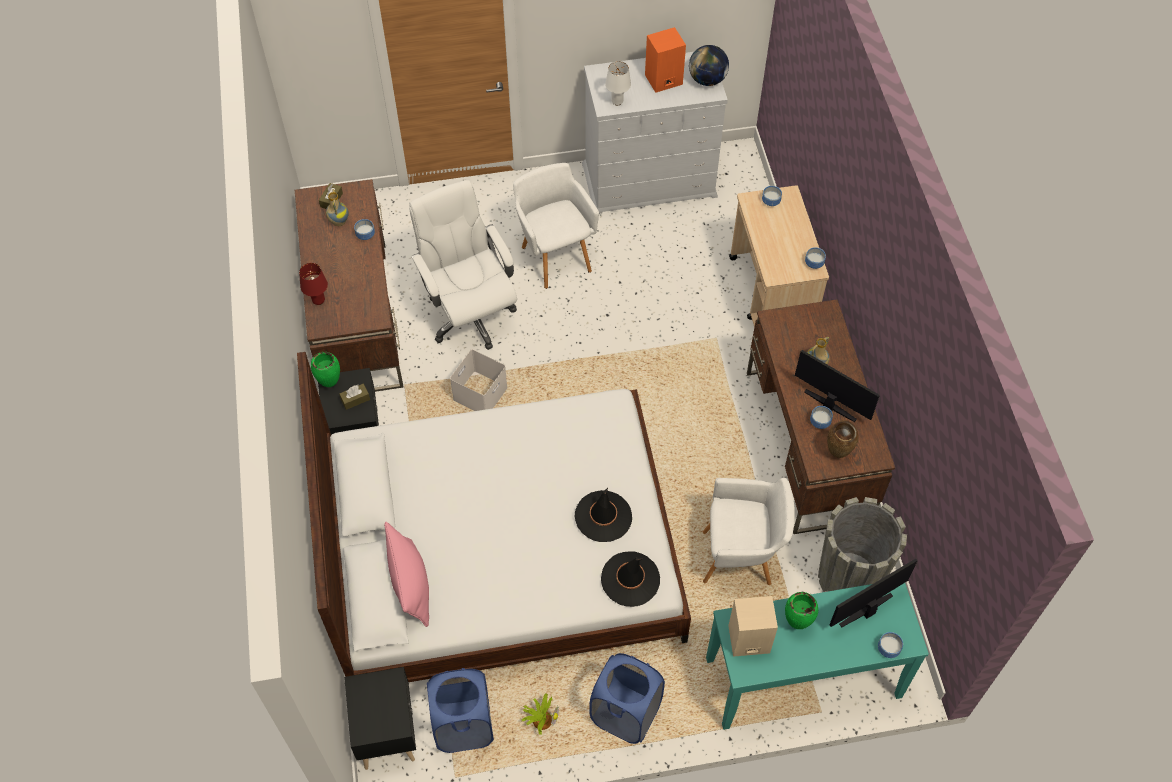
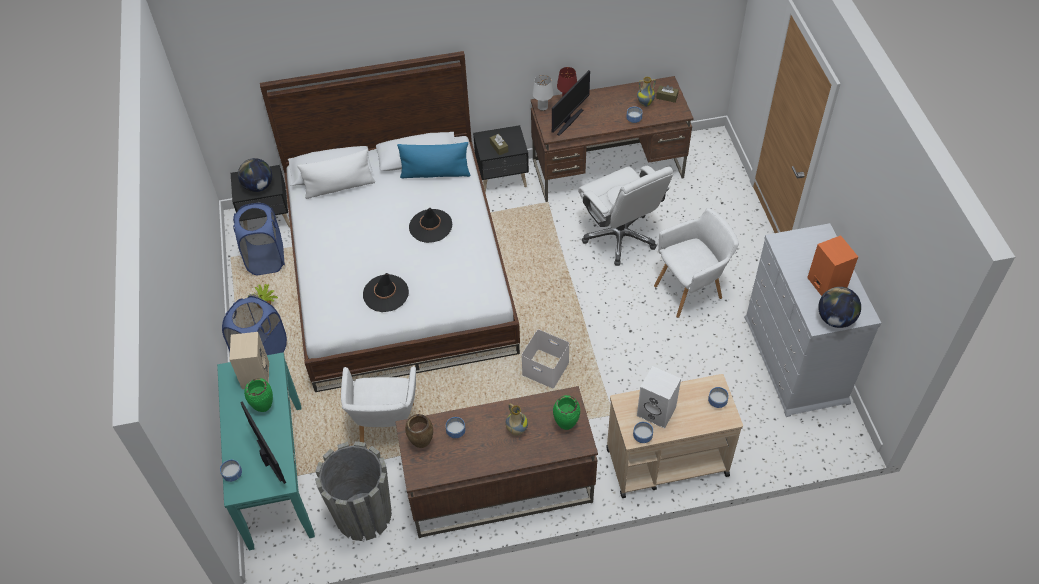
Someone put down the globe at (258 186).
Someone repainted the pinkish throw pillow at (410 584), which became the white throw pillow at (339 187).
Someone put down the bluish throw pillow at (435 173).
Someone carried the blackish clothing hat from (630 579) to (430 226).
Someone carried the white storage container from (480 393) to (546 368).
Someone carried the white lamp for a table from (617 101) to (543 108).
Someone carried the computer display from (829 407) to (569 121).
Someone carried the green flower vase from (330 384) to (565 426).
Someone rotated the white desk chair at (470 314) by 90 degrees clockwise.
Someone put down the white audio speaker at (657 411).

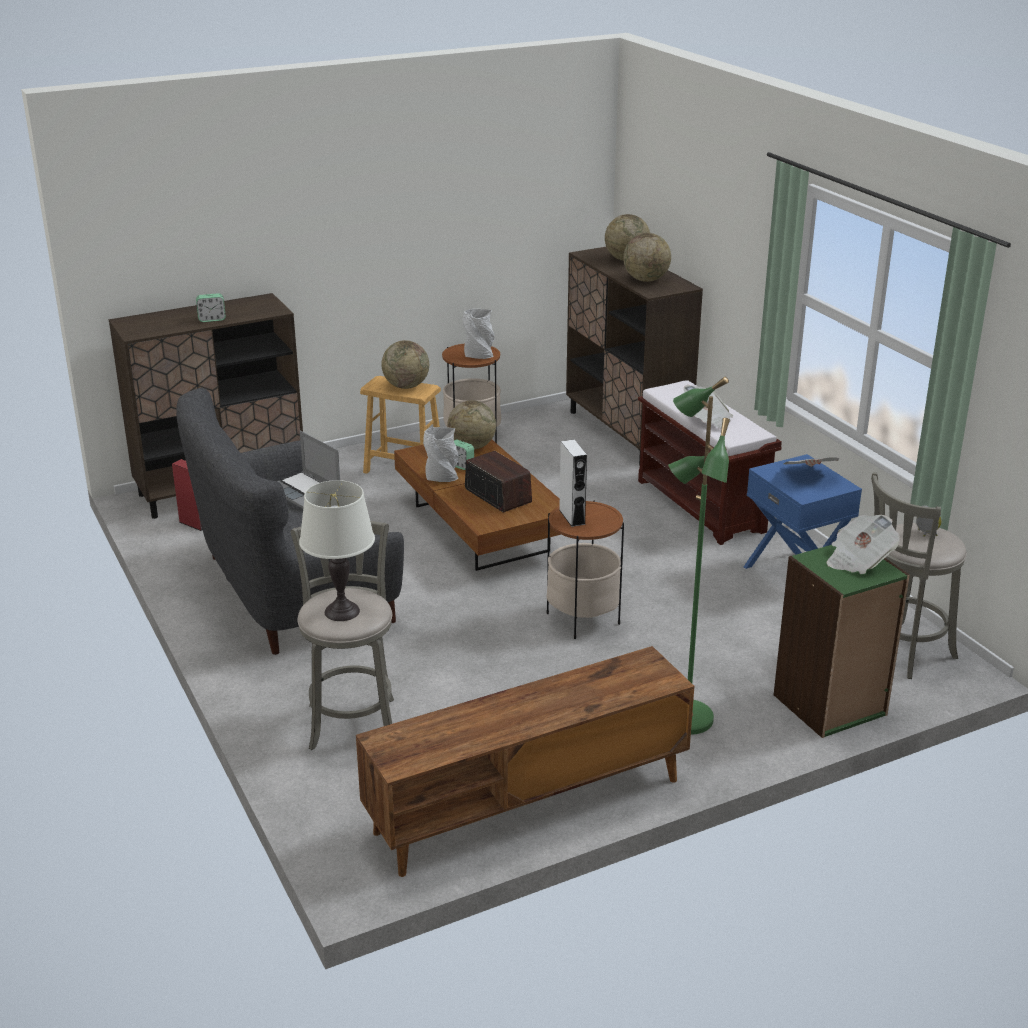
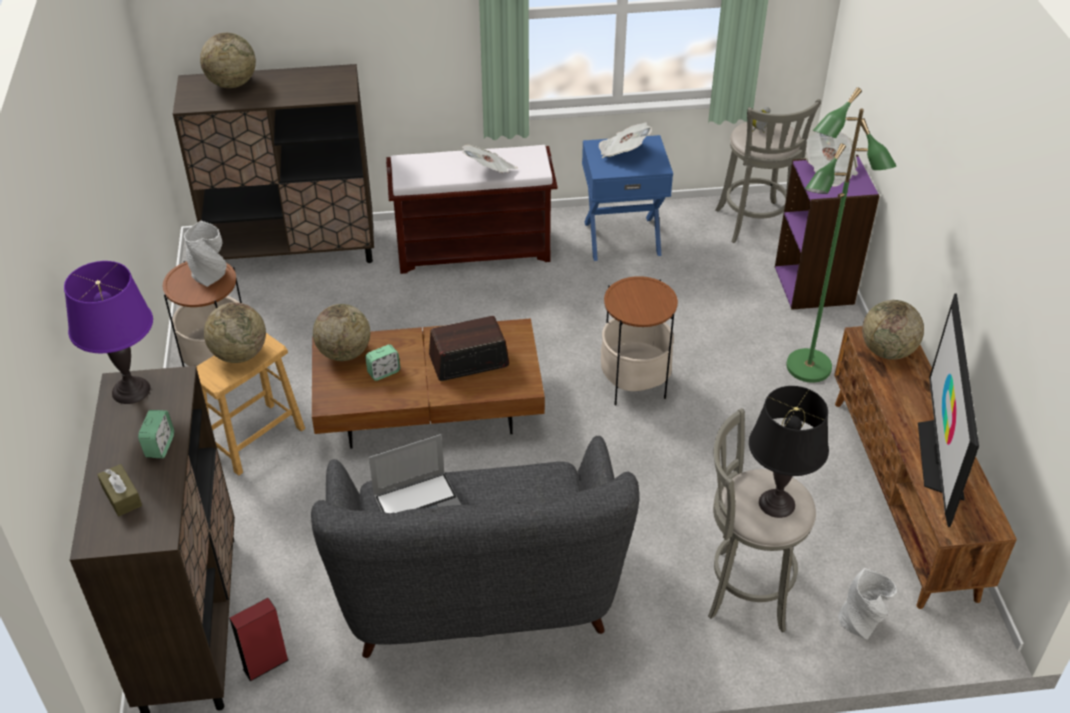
Someone put down the purplish lamp for a table at (131 391).
Someone put down the brownish tissue box at (121 496).
Someone repainted the white lamp for a table at (342 611), which became the blackish lamp for a table at (776 503).
Someone repainted the green bookshelf at (830 705), which became the purplish bookshelf at (815 285).
Someone carried the gray flower vase from (442 477) to (861 622).
Someone carried the globe from (646 280) to (887 351).
Someone put down the television at (939 456).
Someone took away the white audio speaker at (572 517).

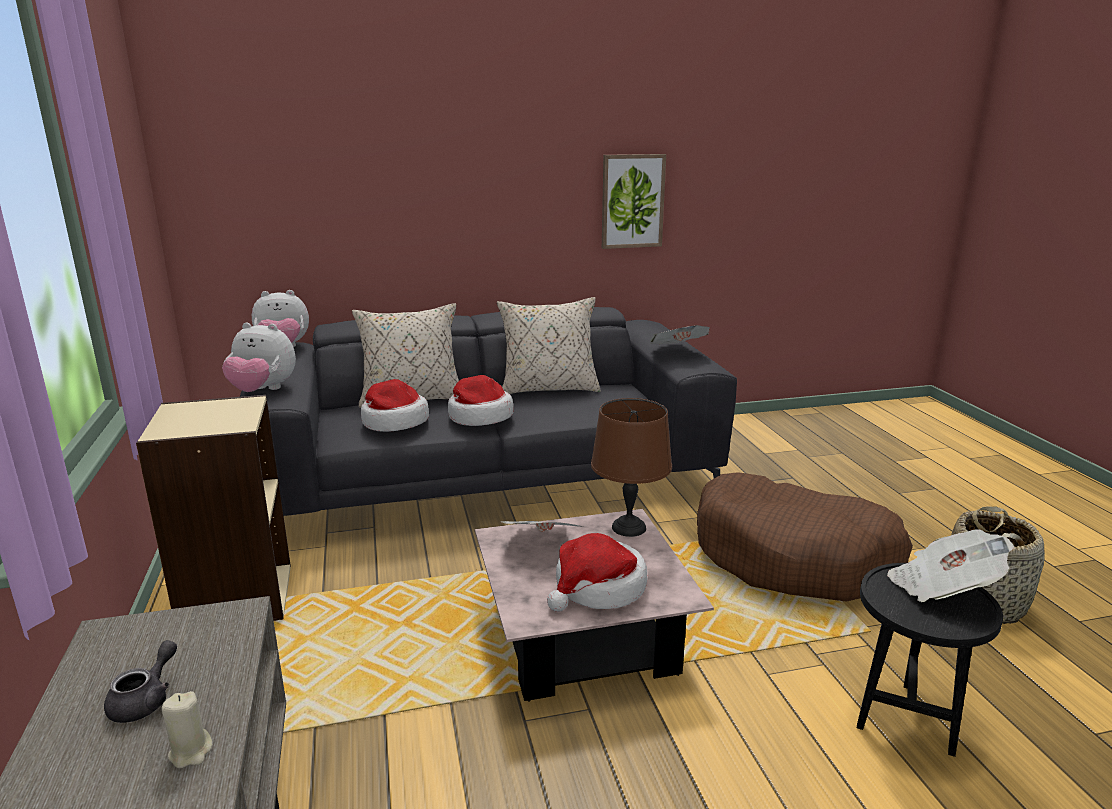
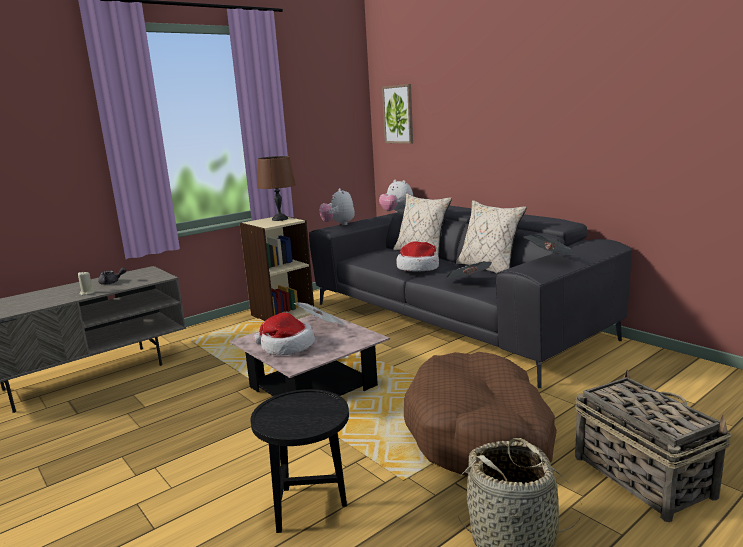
Someone carried the brownish lamp for a table from (629 528) to (279 219).
Someone carried the picture from (632 201) to (398 114).
Someone carried the printed paper from (943 588) to (468 282).
Someone put down the basket at (641 475).
Someone took away the clothing hat at (394 422).

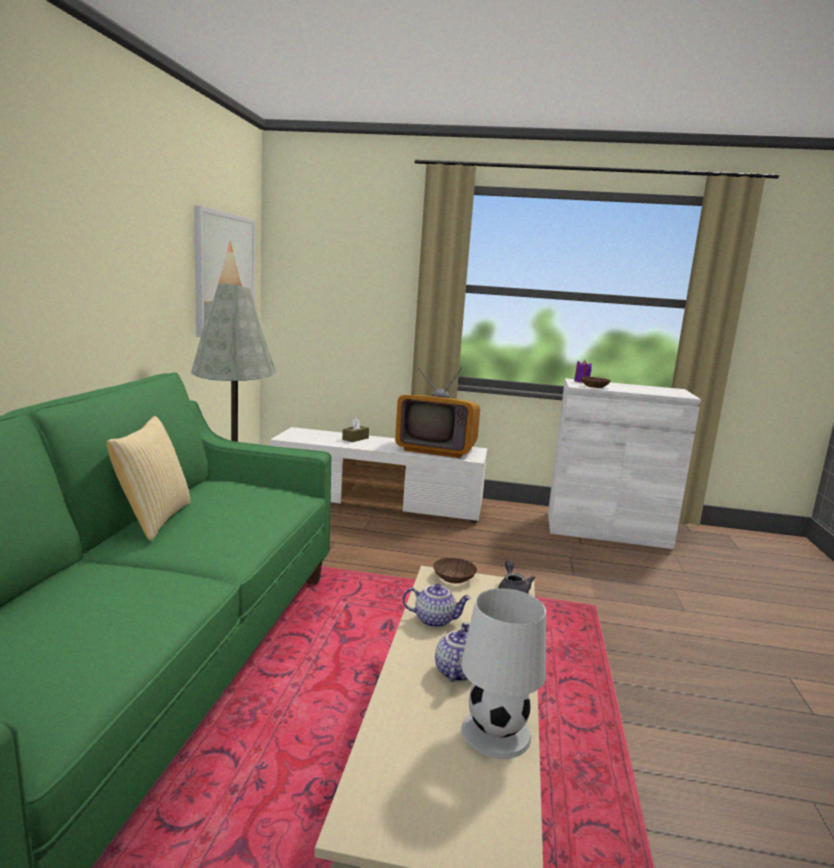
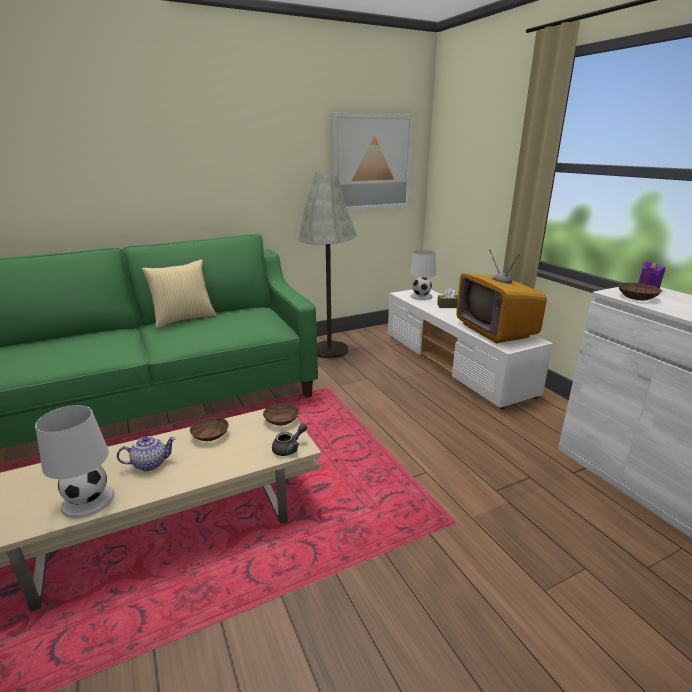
Someone swapped the pot for tea at (435 620) for the brownish deep dish at (211 434).
Someone put down the white lamp for a table at (421 296).

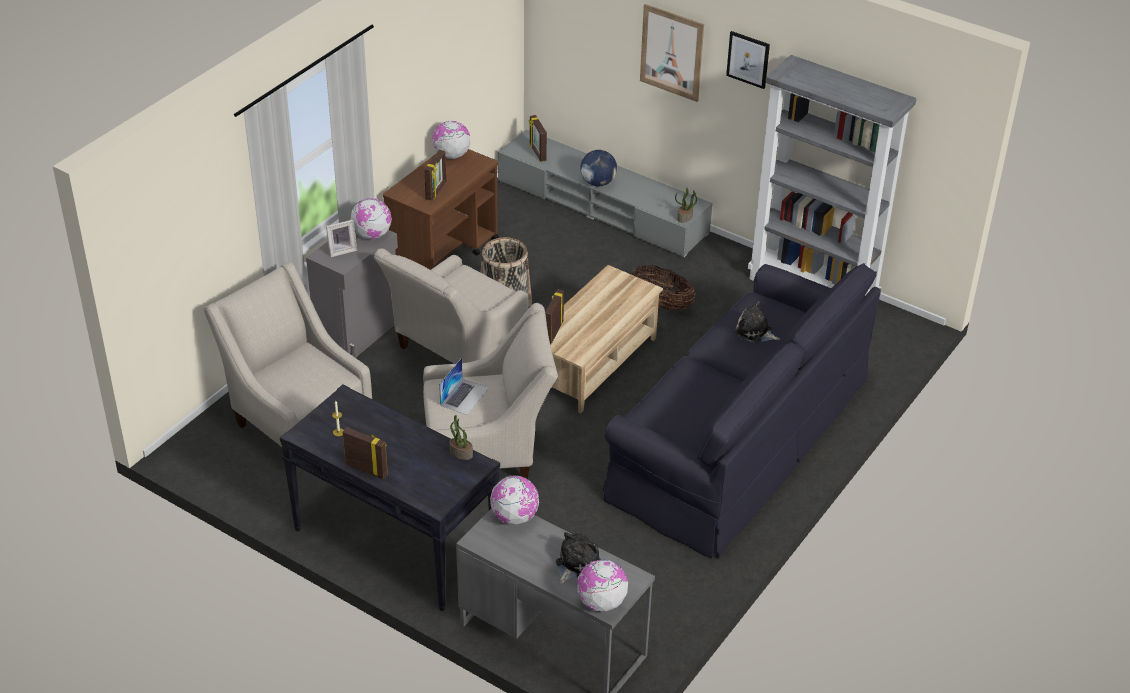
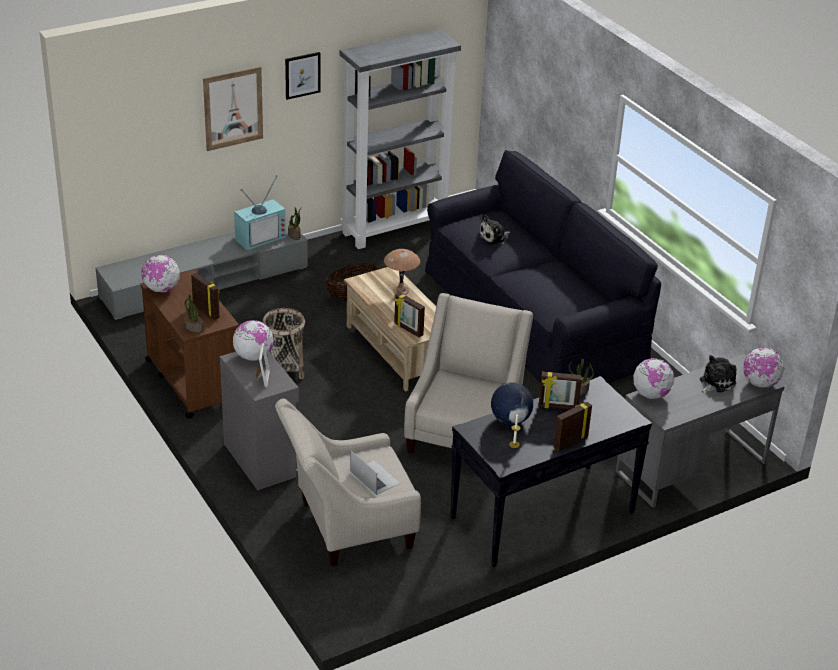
Someone put down the potted plant at (193 328).
Someone put down the television at (259 237).
Someone carried the laptop from (464 396) to (374 477).
Someone put down the brownish lamp for a table at (401 290).
Someone carried the globe from (598 183) to (510 420).
Someone carried the standing frame from (537 152) to (558 407).
Someone rotated the cuddly toy at (575 564) by 75 degrees clockwise.
Someone took away the sand-coloured easy chair at (455 351).

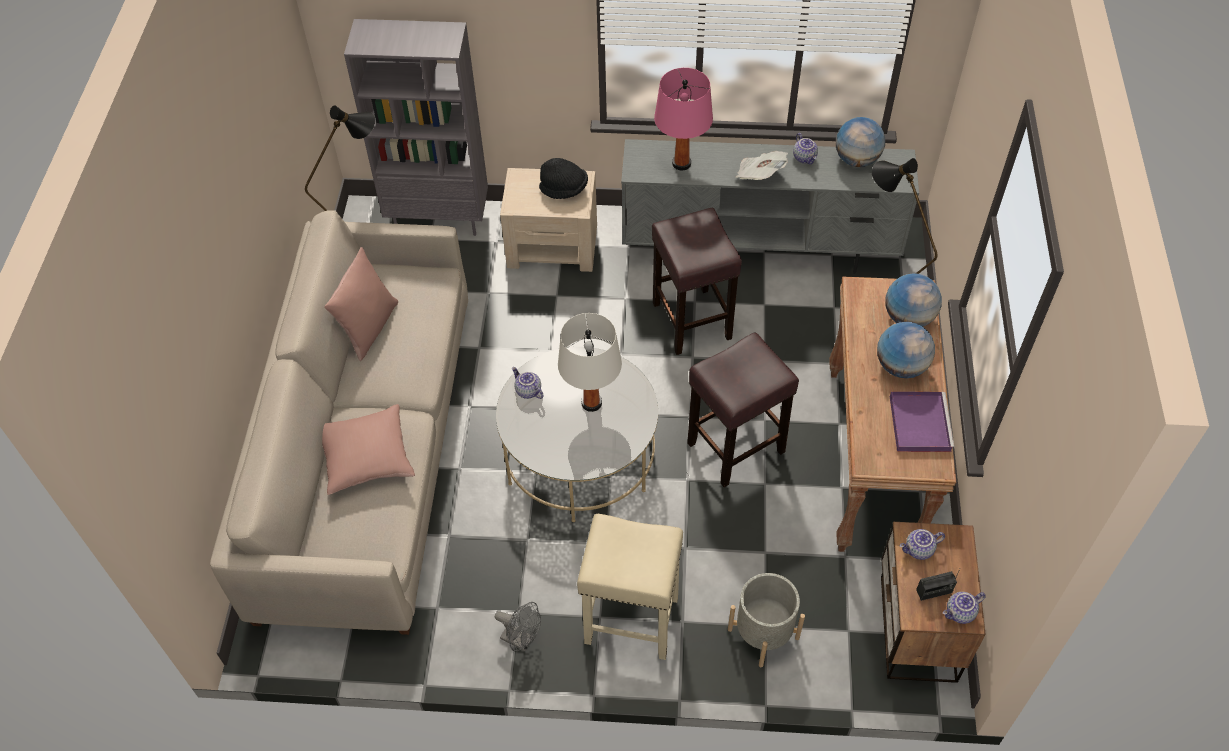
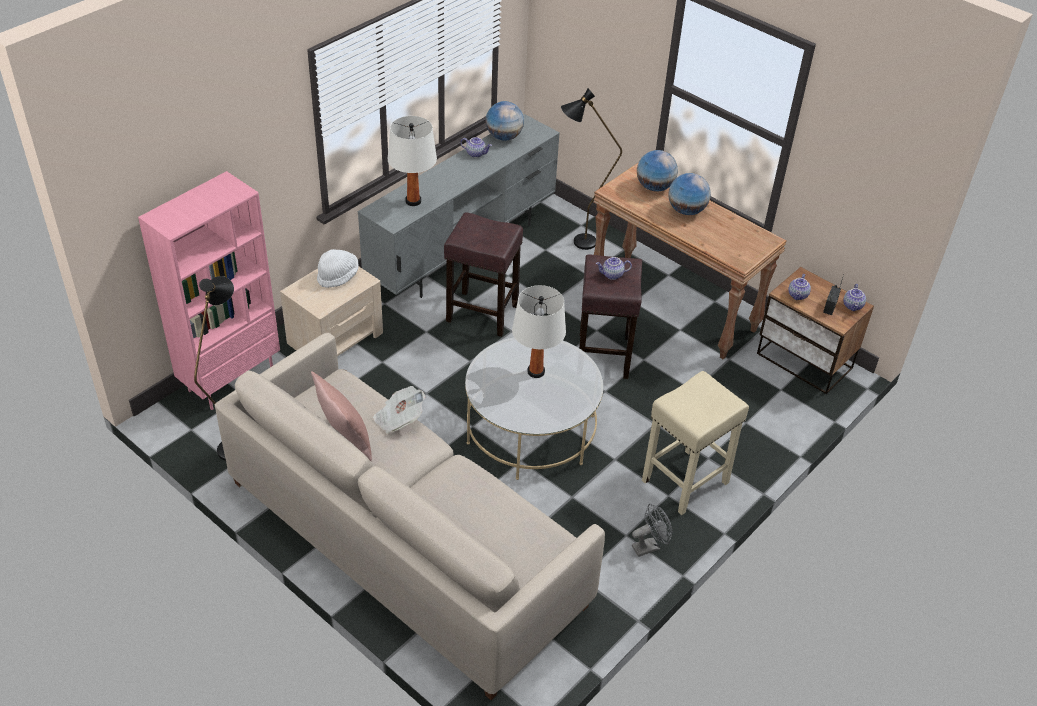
Someone repainted the gray bookshelf at (439 218), which became the pinkish bookshelf at (231 379).
Someone repainted the blackish clothing hat at (564 189), which became the white clothing hat at (338 276).
Someone carried the printed paper from (760 175) to (399 419).
Someone repainted the pinkish lamp for a table at (681 163), which became the white lamp for a table at (413 201).
Someone carried the pot for tea from (527 391) to (612 275).
Someone took away the pinkish throw pillow at (367 457).
Someone took away the gray plant pot at (763 633).
Someone took away the purplish tray at (919 422).

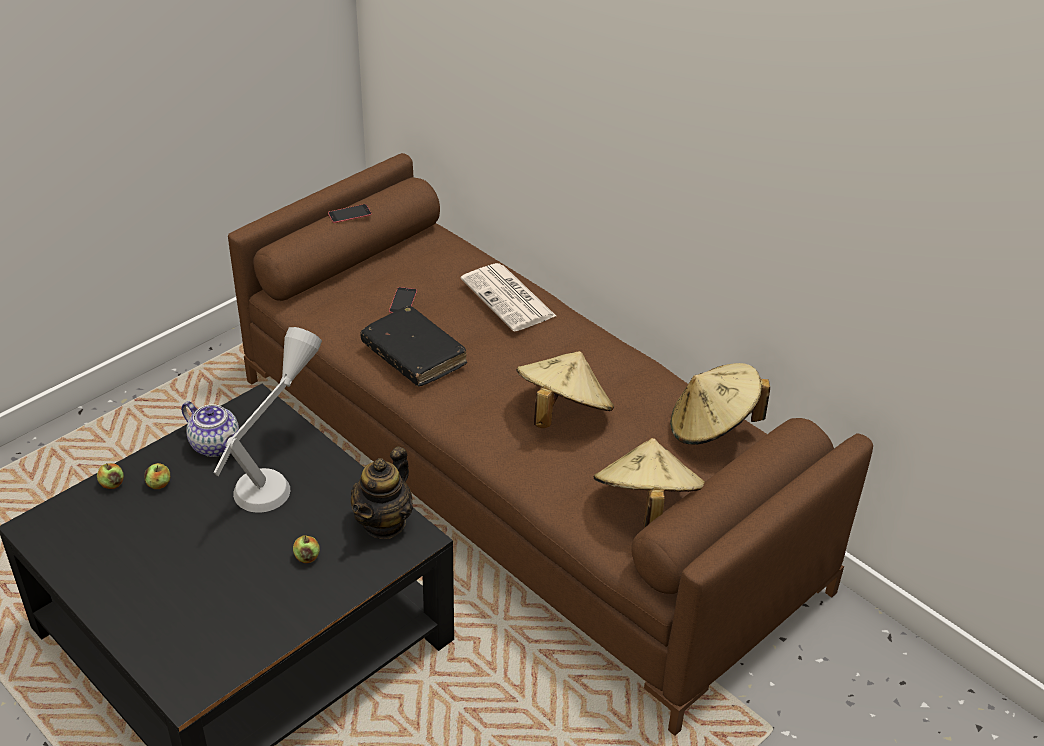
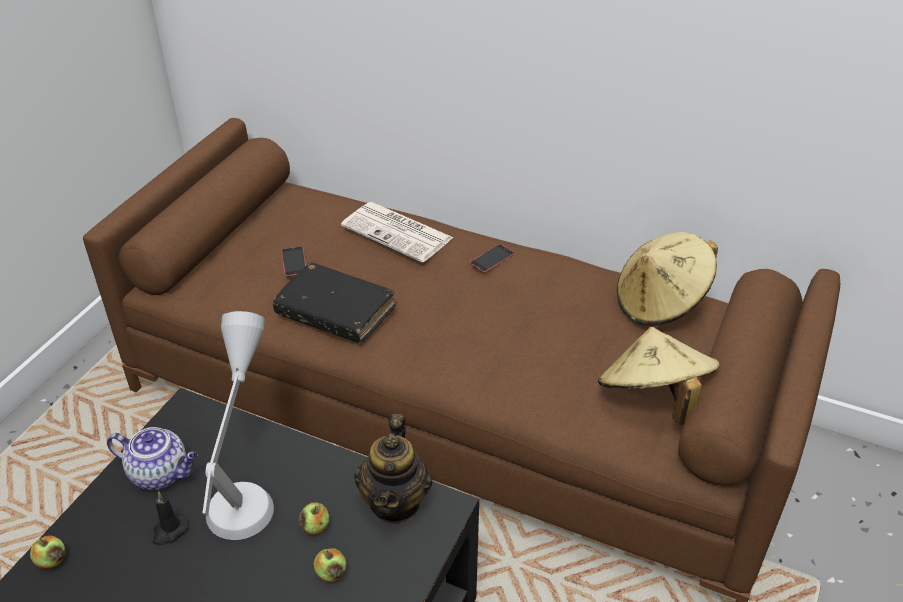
Someone put down the blackish candle at (169 531).
Someone carried the apple fruit from (159 484) to (315 527).
Someone carried the phone from (349 214) to (492 258).
Someone took away the sand-coloured clothing hat at (562 413).

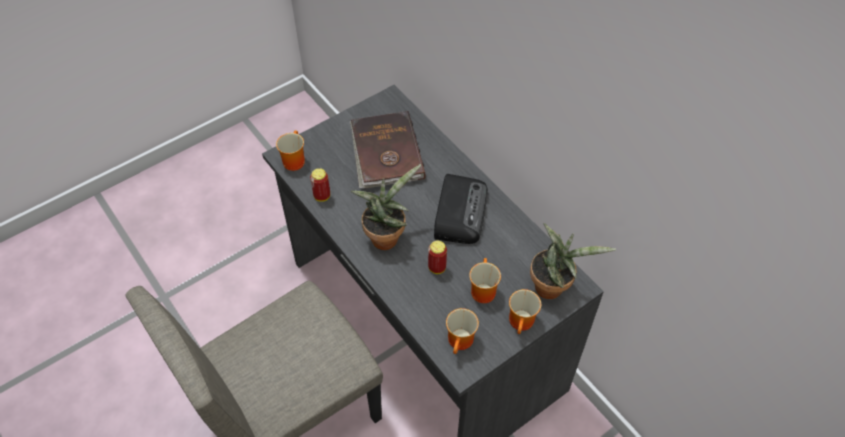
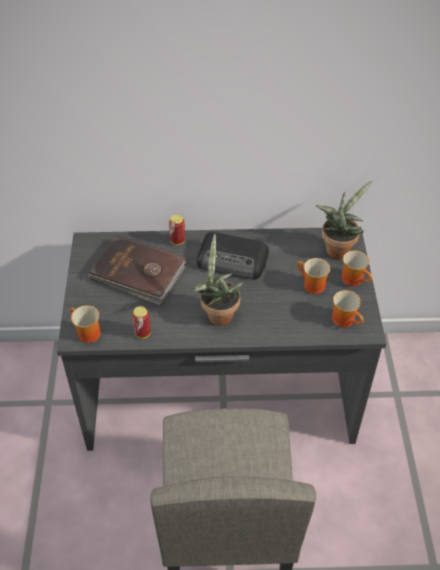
Someone carried the sealed can from (437 268) to (177 241).
Someone rotated the radio at (459 211) by 150 degrees clockwise.

